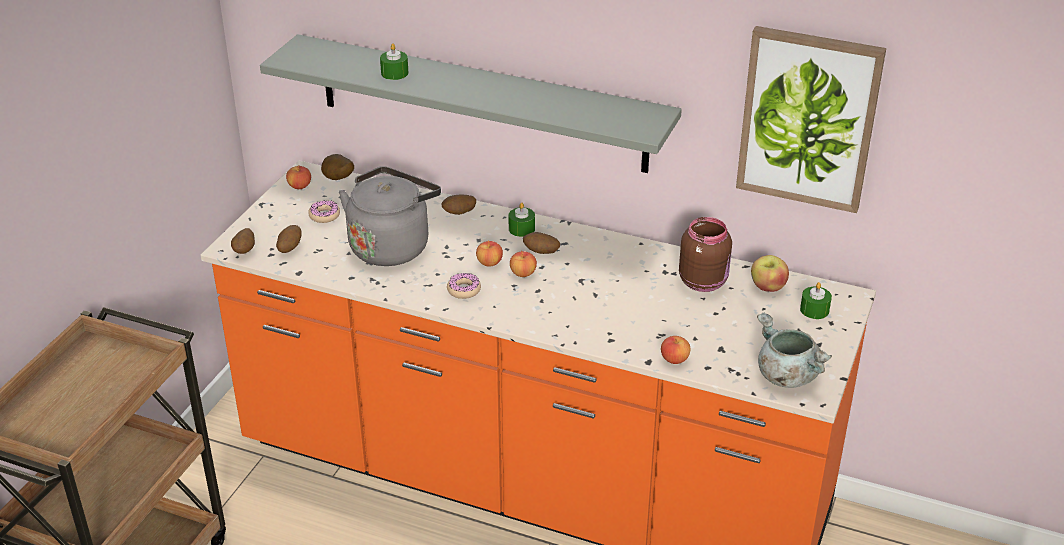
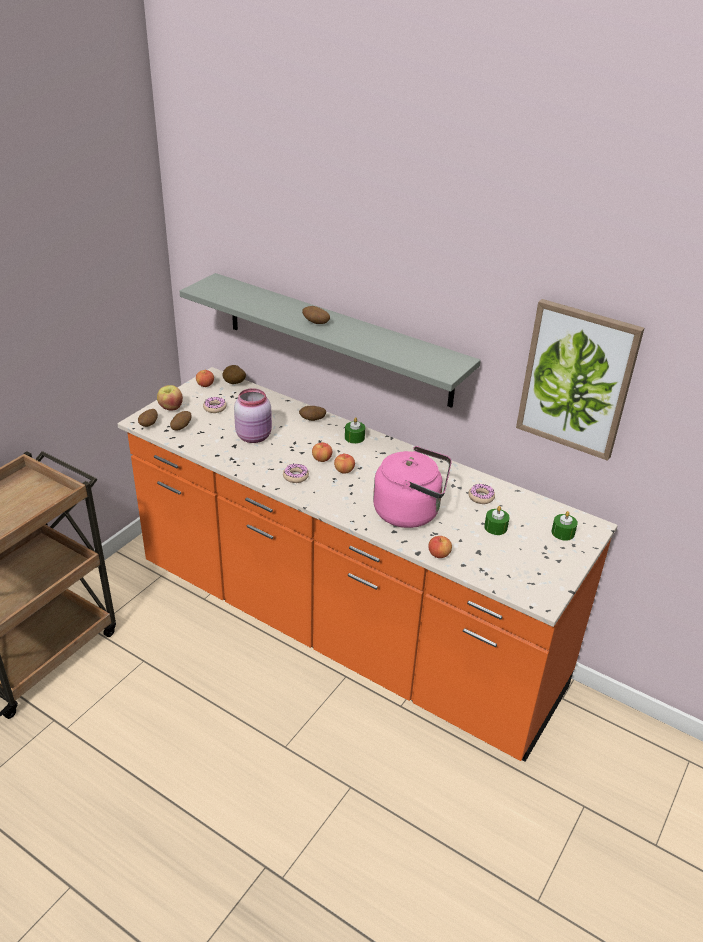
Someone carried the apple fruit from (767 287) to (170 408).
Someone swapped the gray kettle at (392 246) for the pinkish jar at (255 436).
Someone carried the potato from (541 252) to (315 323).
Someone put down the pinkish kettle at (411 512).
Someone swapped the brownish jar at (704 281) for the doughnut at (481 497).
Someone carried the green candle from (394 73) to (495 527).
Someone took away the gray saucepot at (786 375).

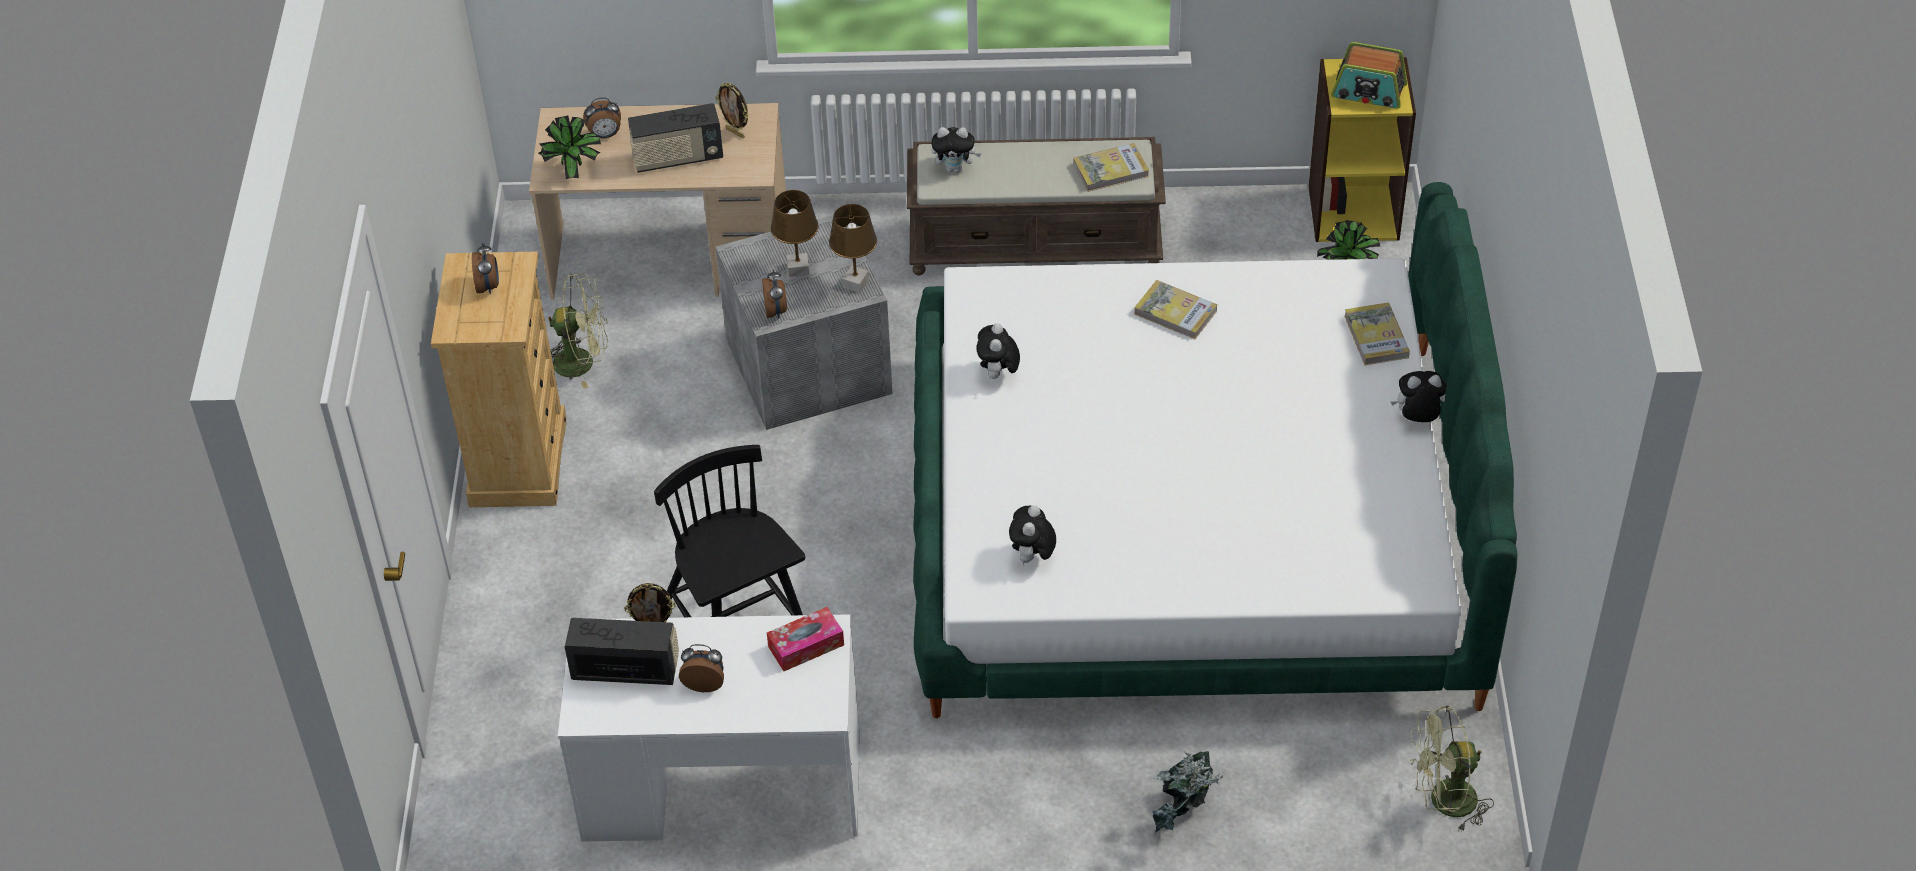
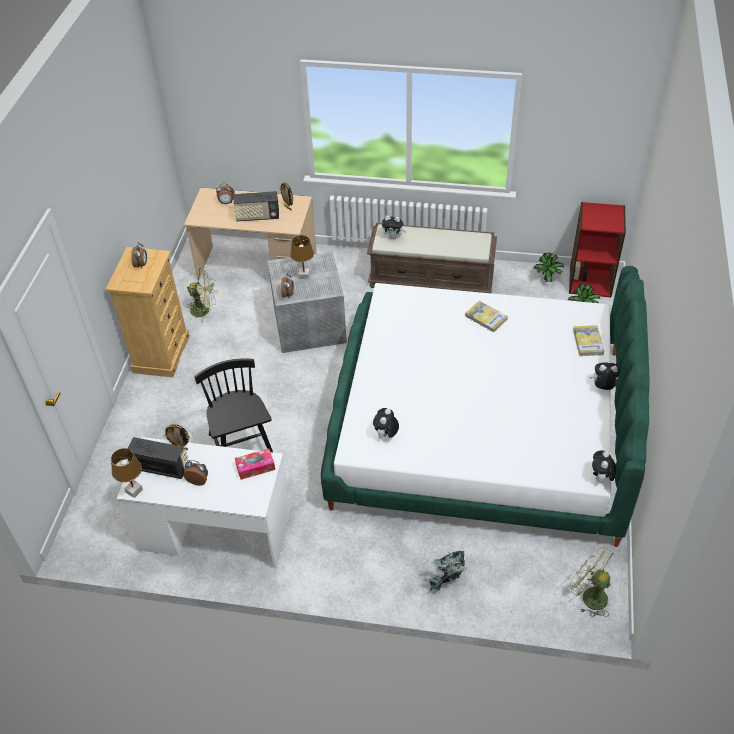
Someone carried the brownish lamp for a table from (856 283) to (134 491).
Someone carried the potted plant from (575 174) to (547 279).
Someone rotated the green cooling fan at (1443 802) by 45 degrees clockwise.
Someone repainted the yellow bookshelf at (1353 212), which became the reddish bookshelf at (590 281).
Someone carried the cuddly toy from (998 375) to (601 478).
Someone took away the book at (1111 170).
Someone took away the radio at (1368 91).

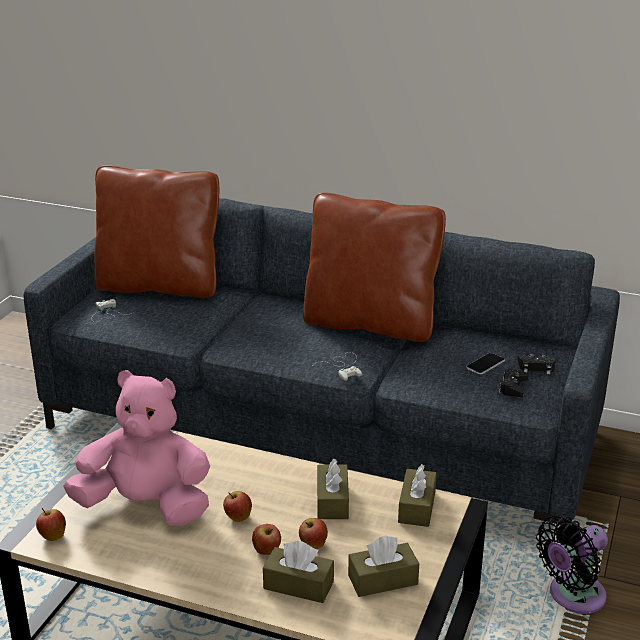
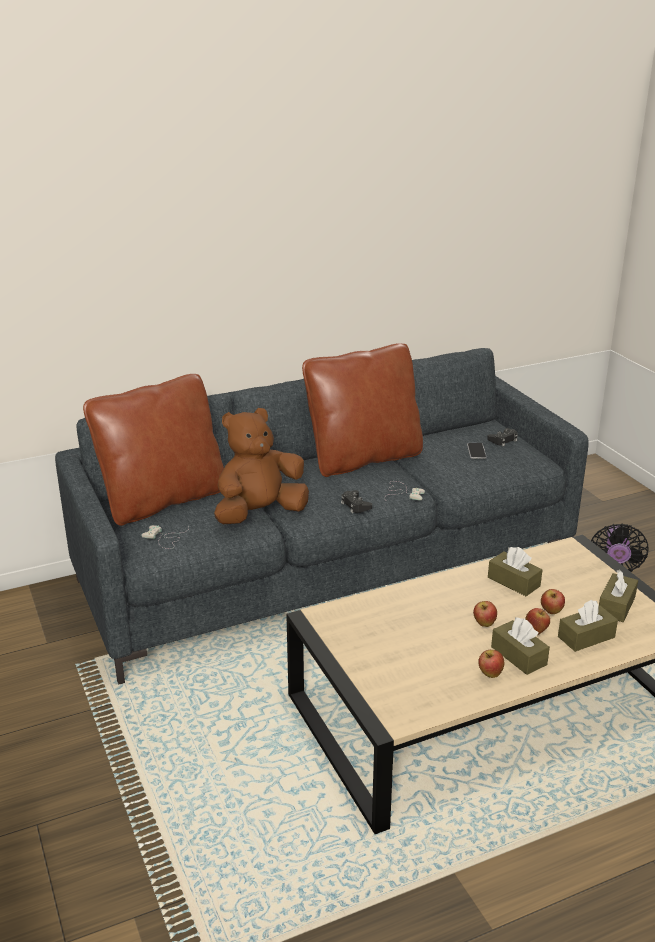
Someone put down the brownish cuddly toy at (259 514).
Someone carried the blackish joypad from (513 387) to (355 505).
Someone carried the apple fruit from (52 536) to (490 674).
Someone carried the brownish tissue box from (417 507) to (518 656).
Someone took away the pinkish cuddly toy at (146 506).

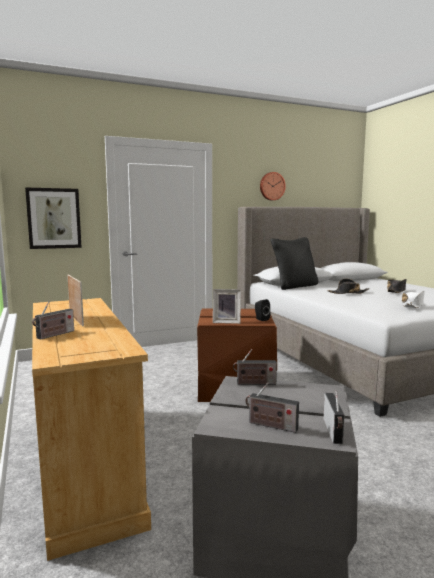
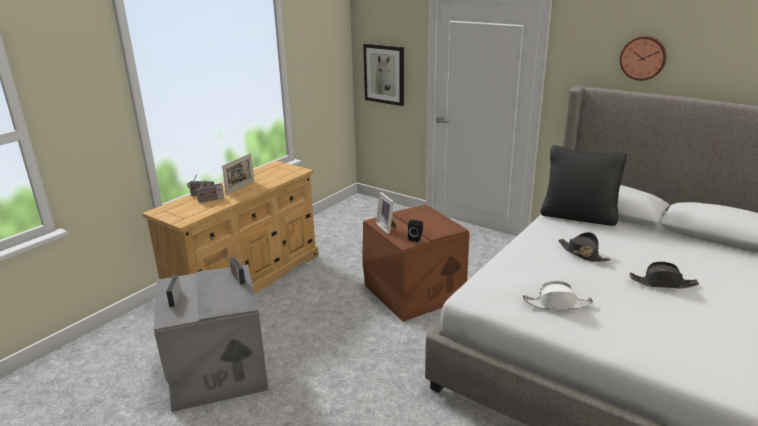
Someone carried the radio from (334 432) to (210 200).

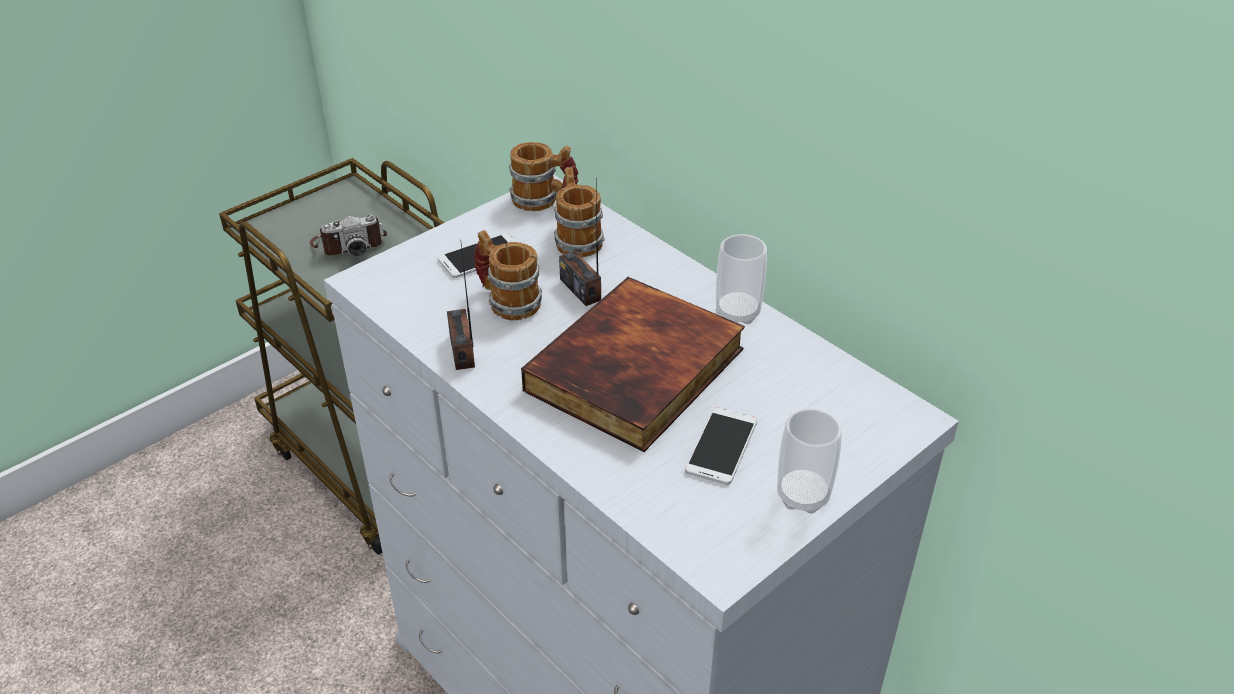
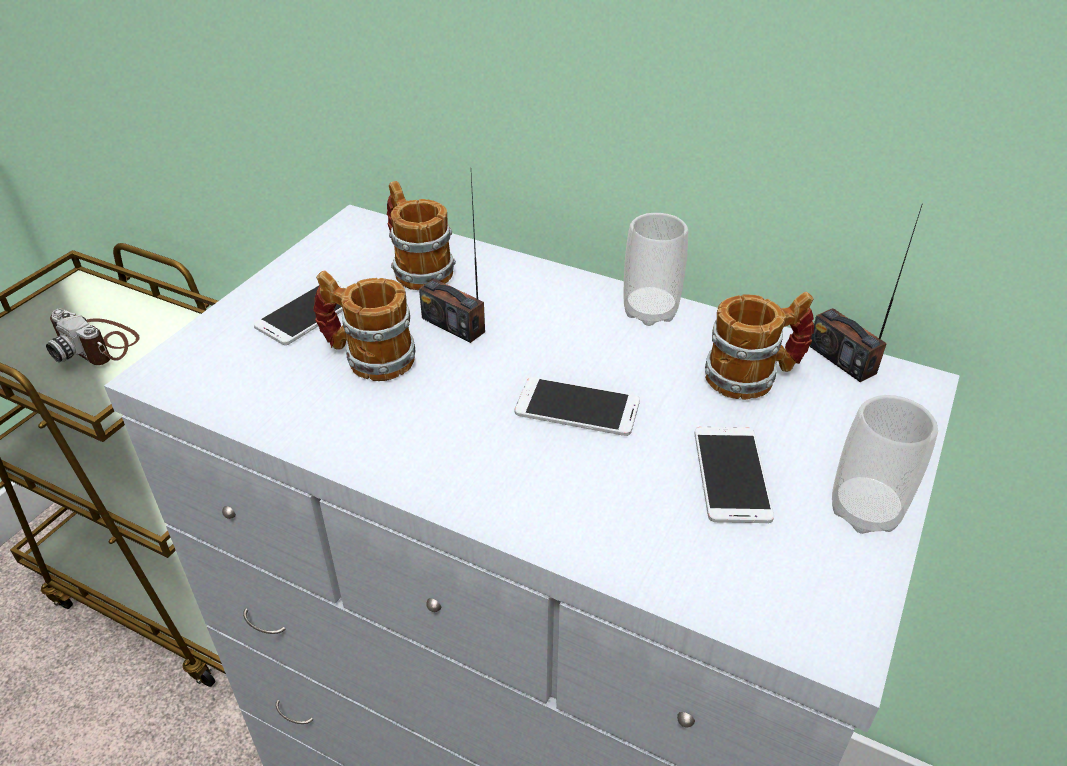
Someone rotated the still camera at (349 243) by 75 degrees clockwise.
Someone swapped the book at (637 372) for the phone at (577 407).
Someone carried the coffee mug from (544 200) to (753 376).
Someone carried the radio from (462 350) to (842 359).

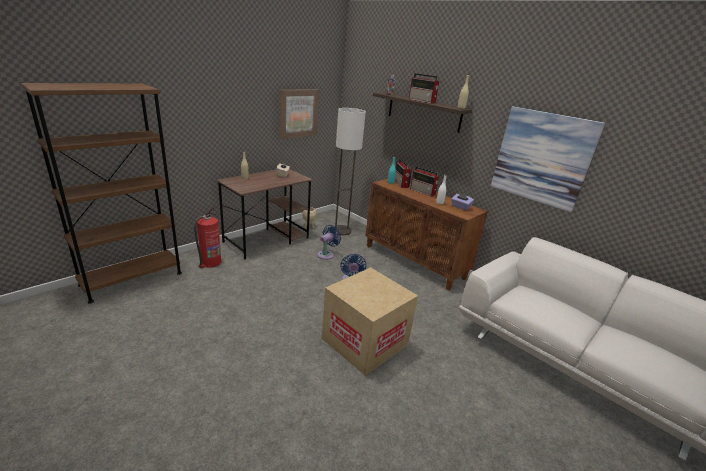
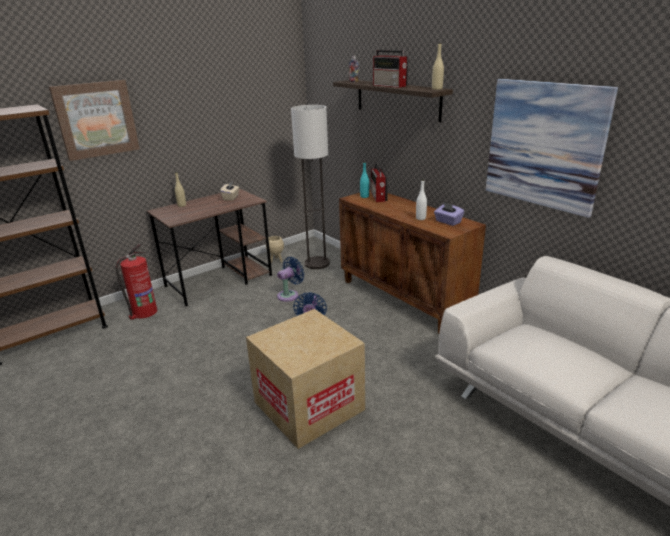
Someone carried the picture from (298 113) to (96 119).
Someone took away the radio at (423 192).

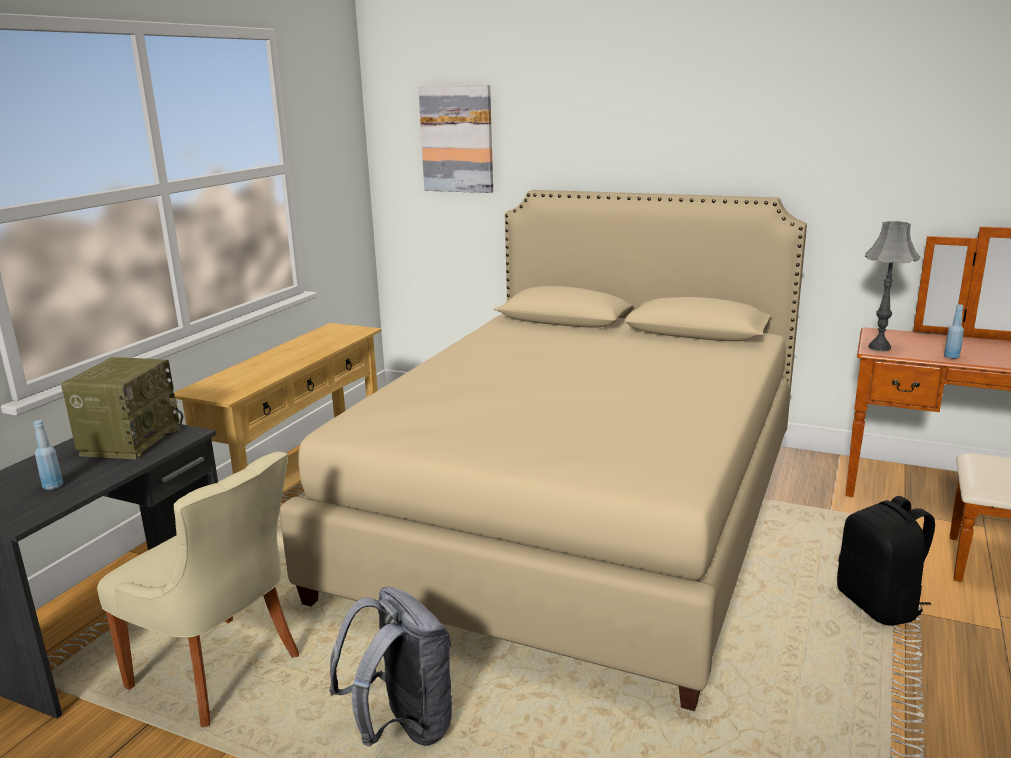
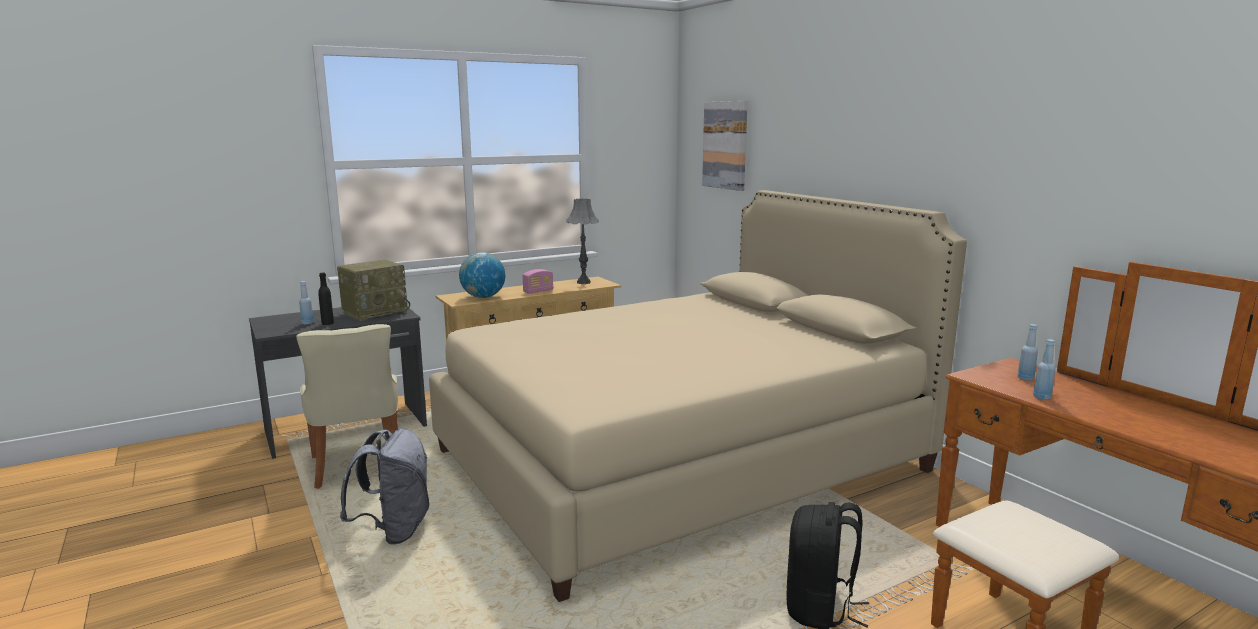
Someone put down the blackish bottle at (327 323).
Someone put down the globe at (483 297).
Someone put down the radio at (538 291).
Someone carried the gray lamp for a table from (879 348) to (583 282).
Someone put down the bluish bottle at (1025 379).

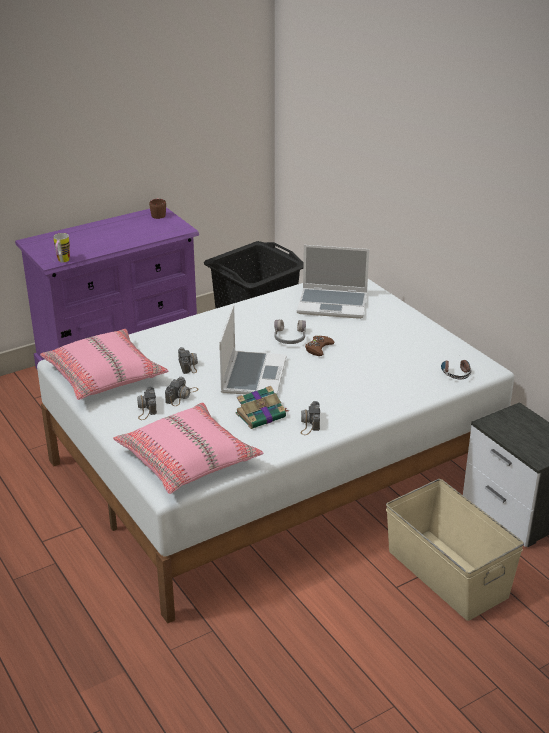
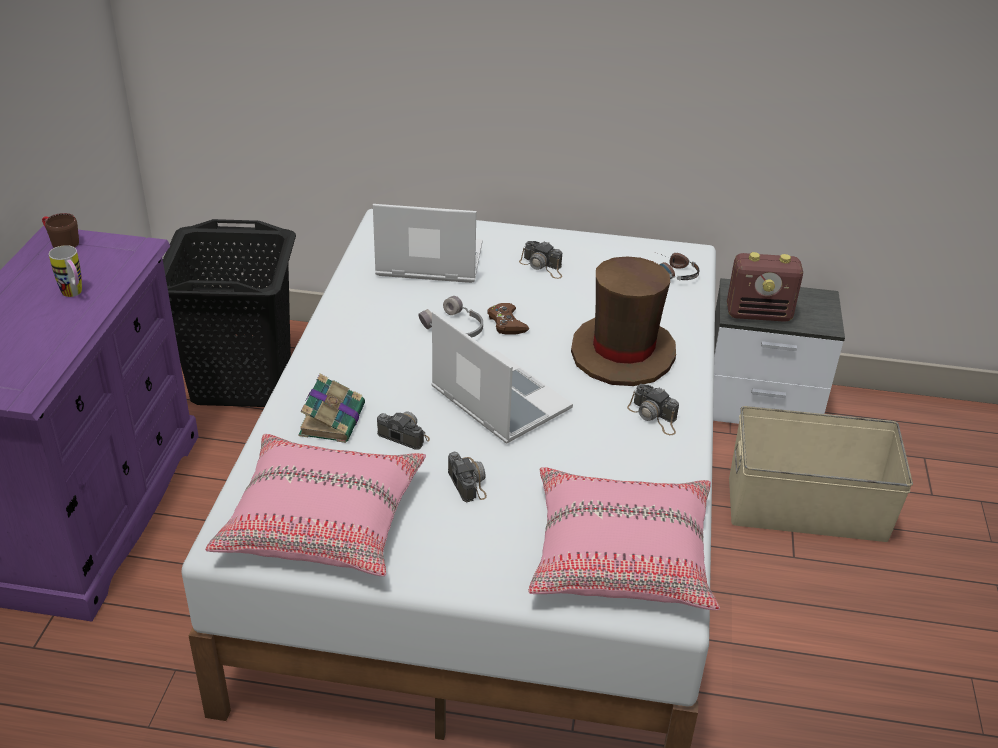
Someone carried the coffee mug from (62 261) to (74 294).
Someone carried the book from (262 415) to (332 419).
Someone rotated the laptop at (333 304) by 135 degrees counterclockwise.
Someone carried the still camera from (146 408) to (542 266).
Someone put down the brownish clothing hat at (623 353).
Someone put down the radio at (759 314).

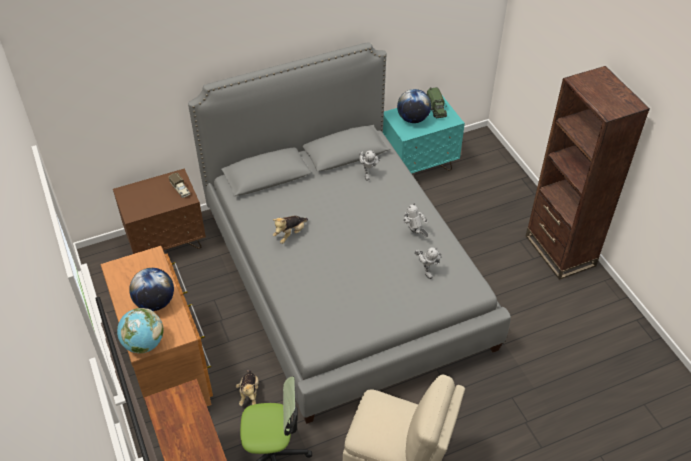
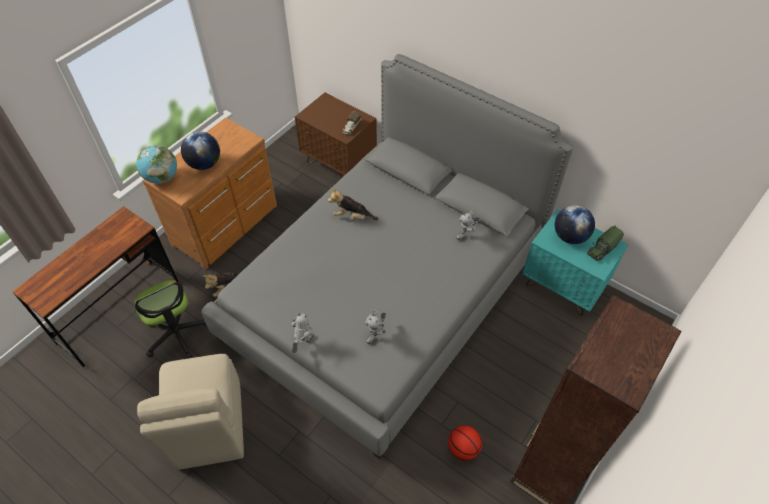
Someone carried the model robot from (414 234) to (303 343).
Someone put down the basketball ball at (463 449).

